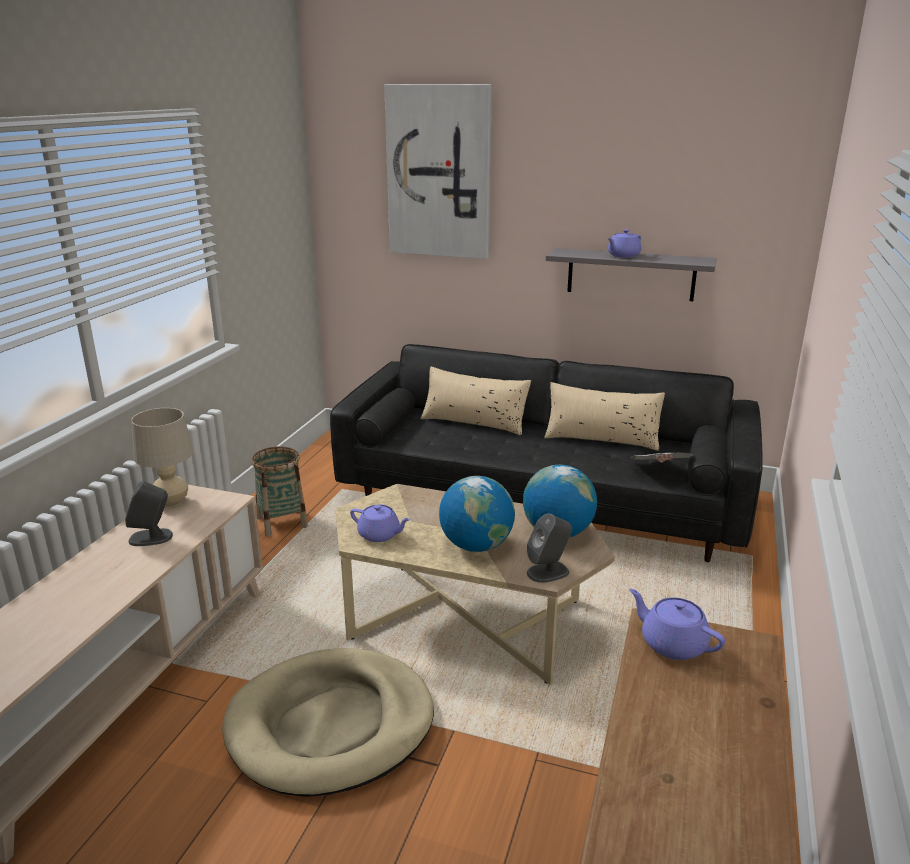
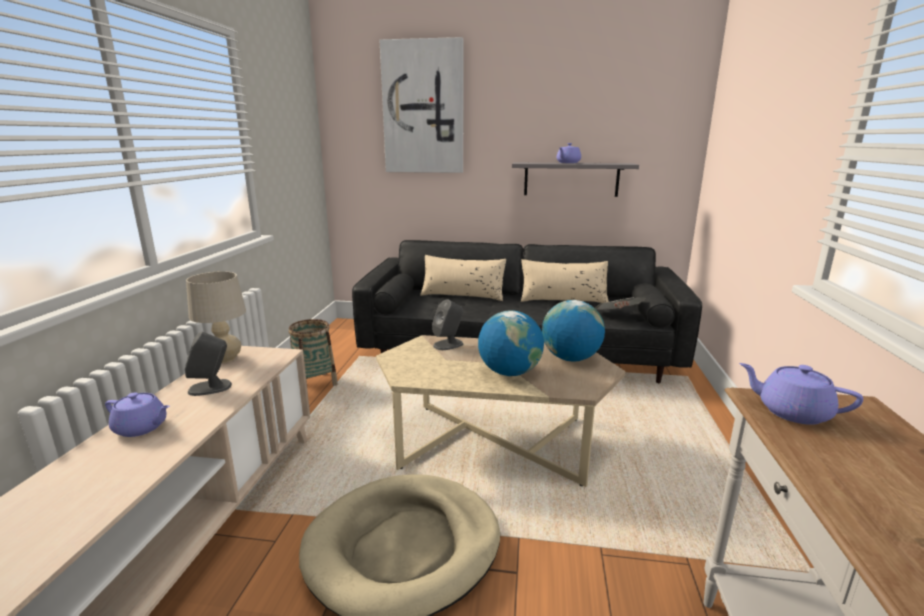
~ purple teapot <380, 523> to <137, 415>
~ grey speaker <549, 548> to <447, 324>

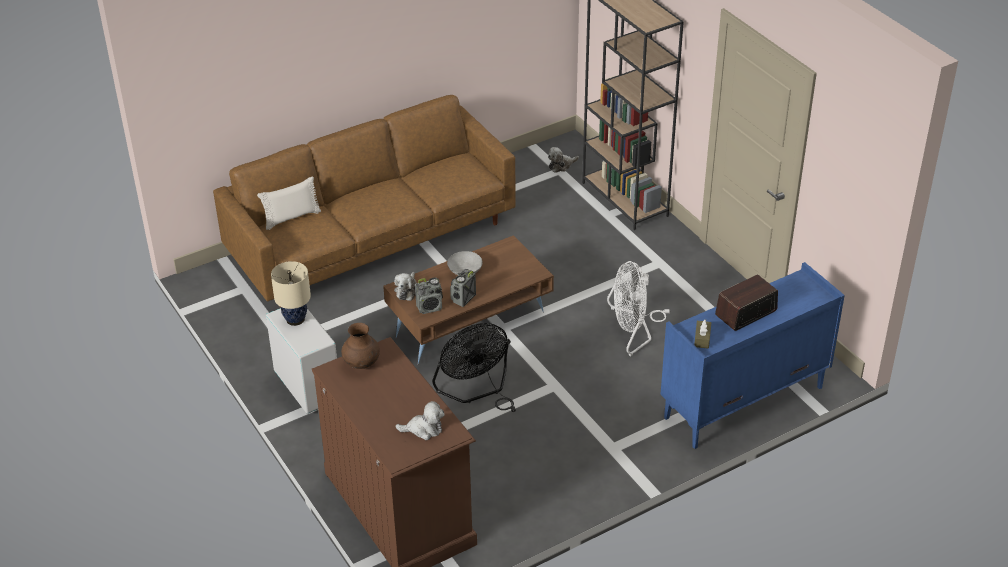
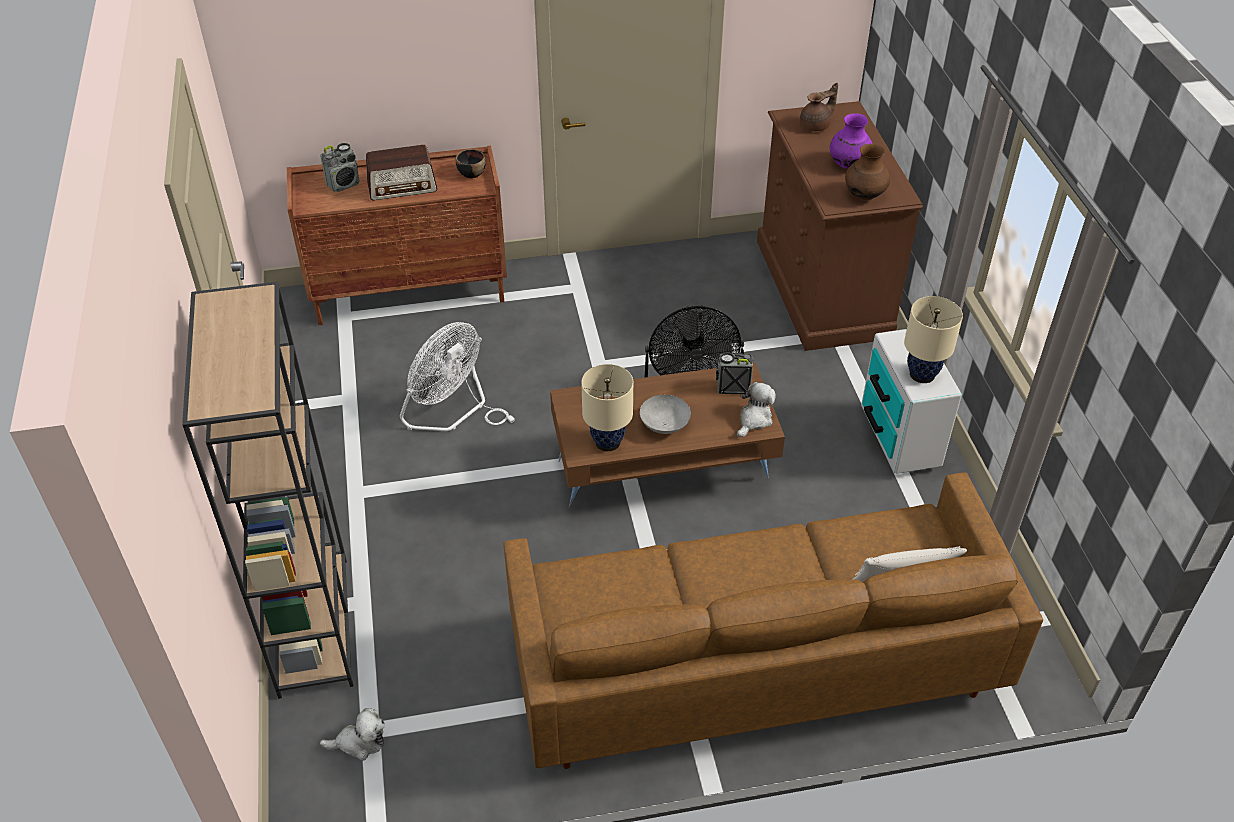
~ blue cabinet <753, 355> to brown cabinet <397, 235>
~ radio <463, 288> to <340, 167>
~ white fan <639, 309> = <457, 376> 150 degrees counterclockwise
~ brown tissue box <702, 334> to black bowl <471, 163>
+ beige table lamp <607, 407>
~ plush toy <420, 420> to brown teapot <819, 106>
+ purple vase <851, 141>

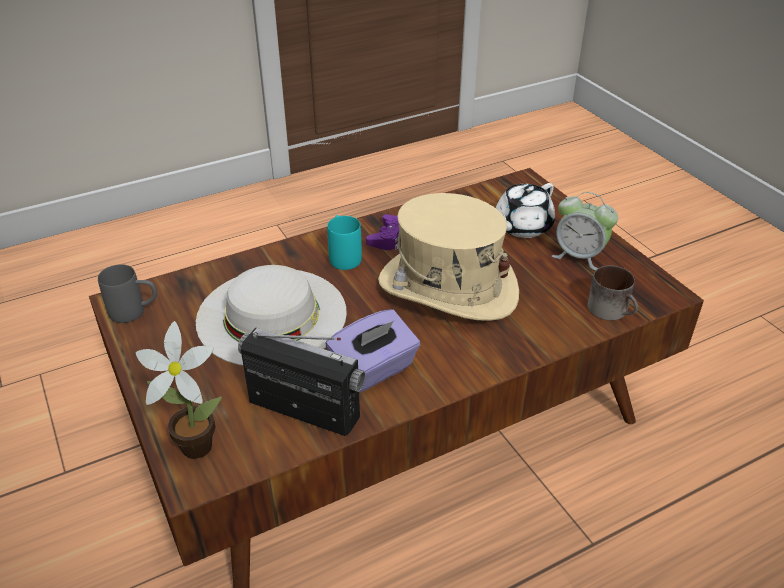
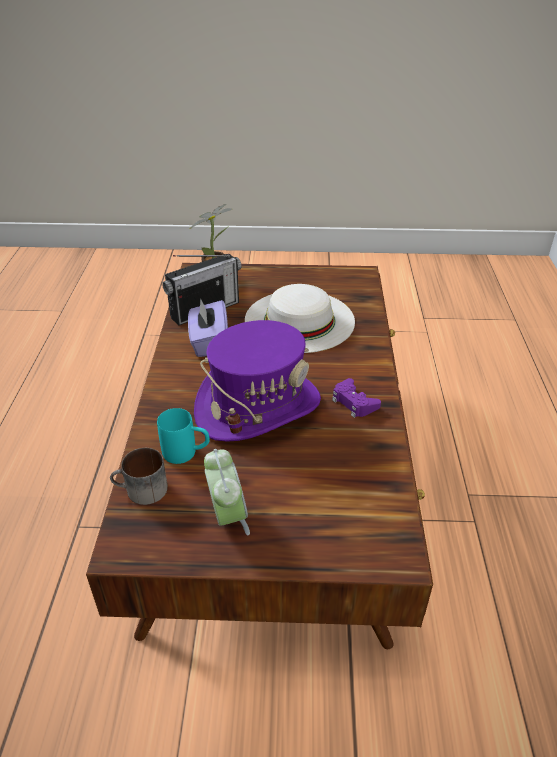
~ turquoise mug <344, 242> to <183, 436>
~ beige hat <448, 257> to purple hat <257, 381>
~ alarm clock <585, 231> = <227, 492> 105 degrees clockwise
- grey mug <127, 293>
- white teapot <525, 210>

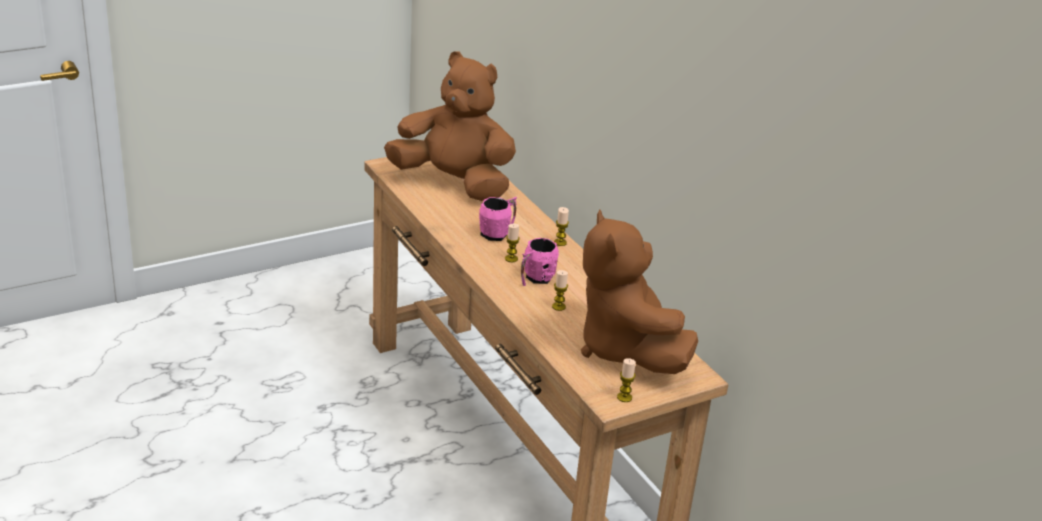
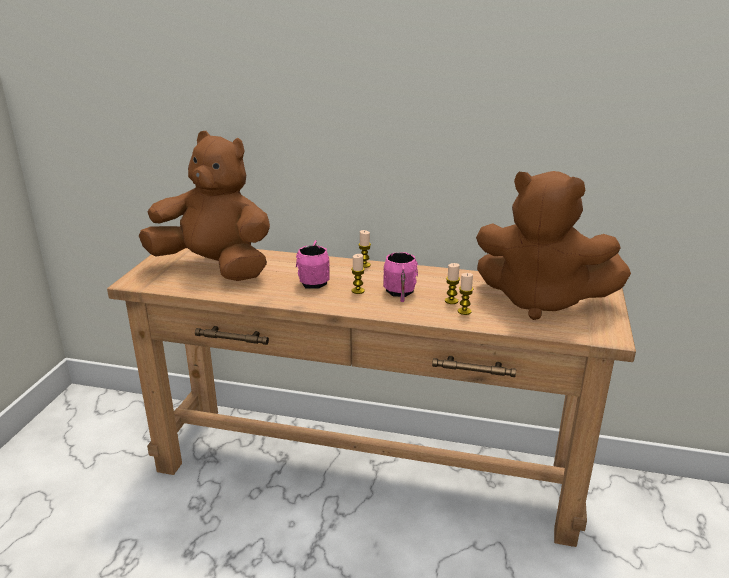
~ brown plush toy <450, 126> = <204, 206> 45 degrees clockwise
~ candle <626, 380> to <466, 294>

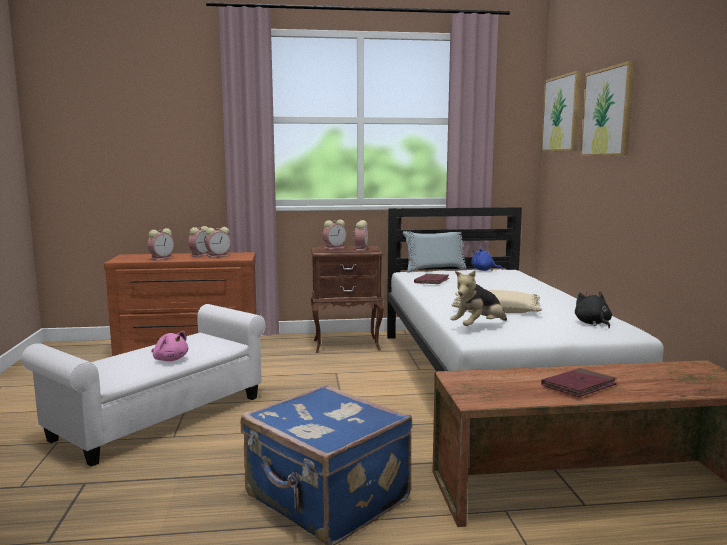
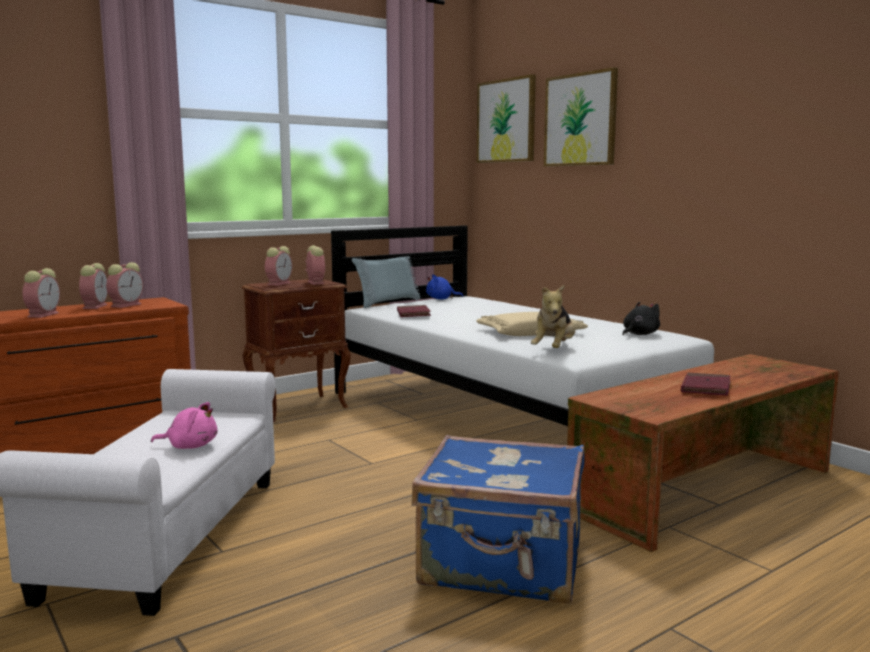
~ black plush toy <593, 309> = <641, 318> 90 degrees clockwise

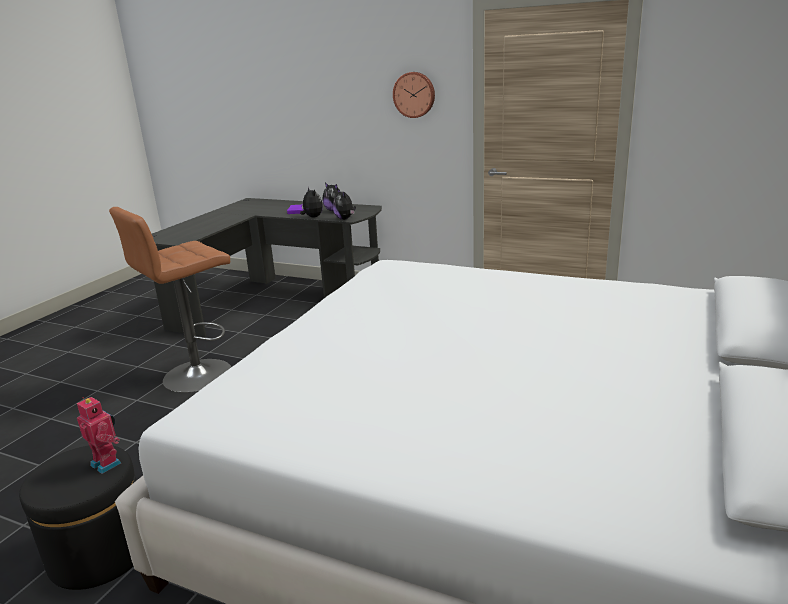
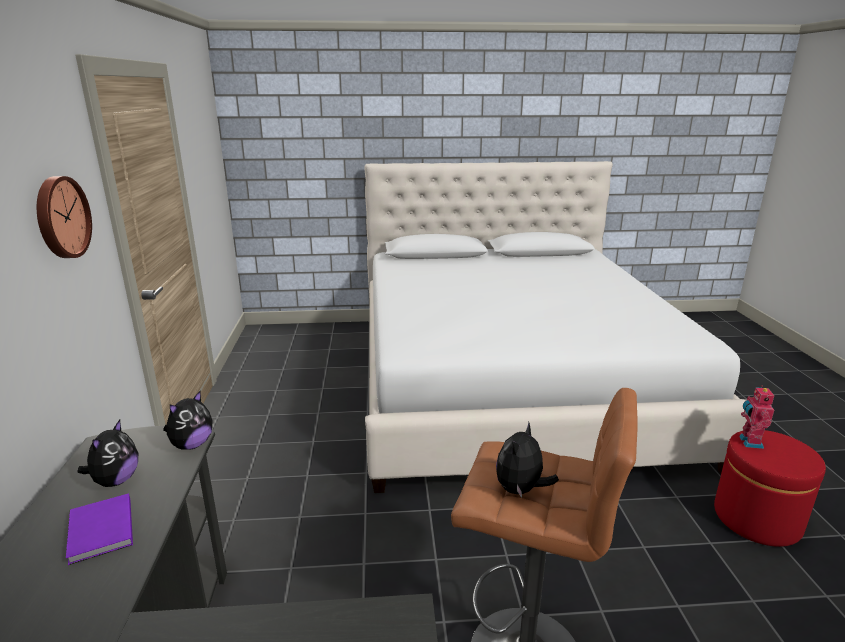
~ plush toy <311, 202> to <527, 460>
~ black ottoman <77, 518> to red ottoman <770, 488>

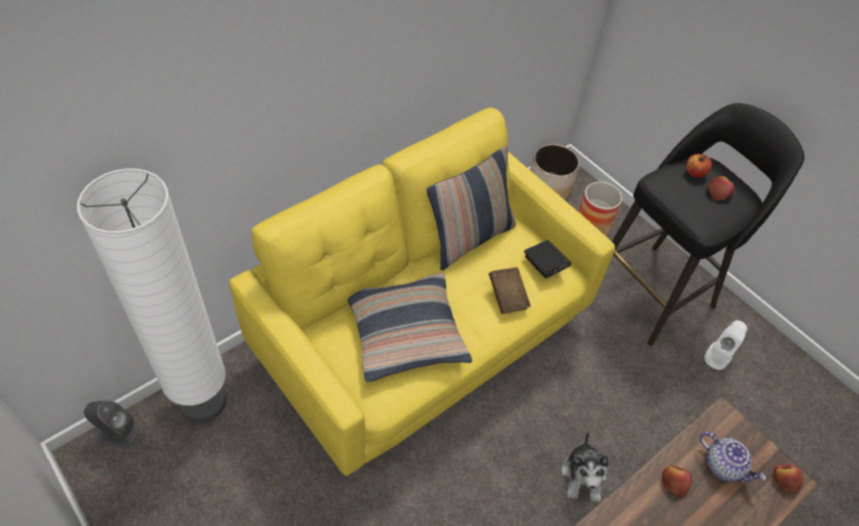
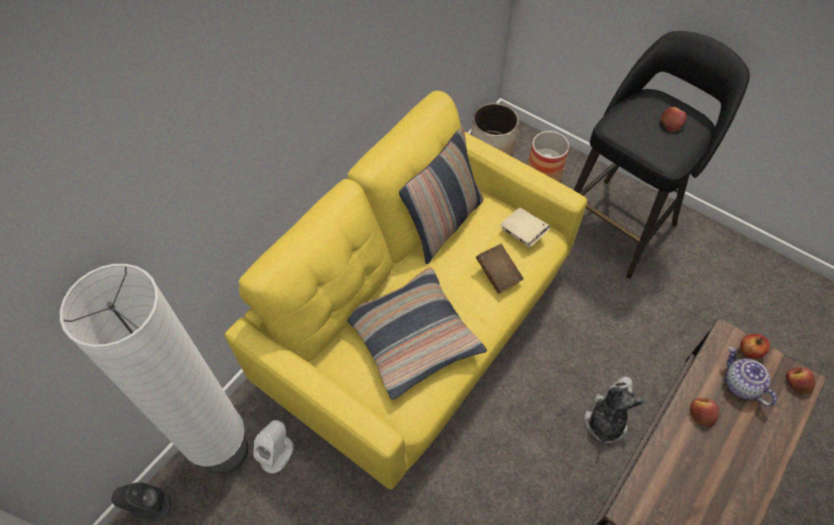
~ white speaker <725, 345> to <273, 447>
~ black book <547, 259> to beige book <525, 227>
~ plush toy <584, 466> = <615, 411> 150 degrees counterclockwise
~ teapot <733, 457> = <751, 376> 150 degrees counterclockwise
~ apple <699, 166> to <755, 346>

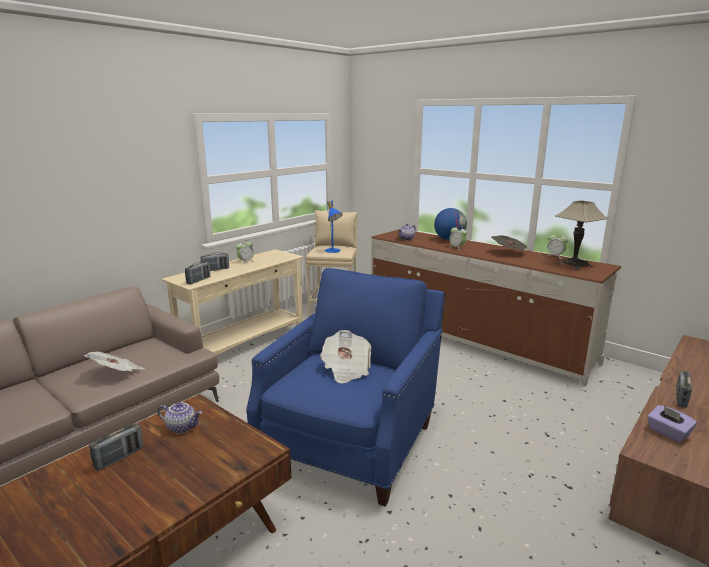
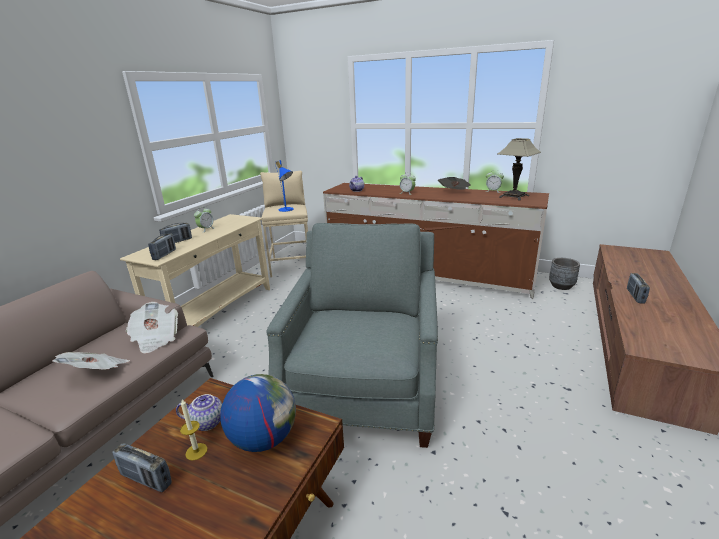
~ radio <116, 447> = <142, 467> 90 degrees clockwise
~ newspaper <345, 356> to <152, 328>
+ candle <194, 430>
~ globe <450, 224> to <258, 413>
~ blue armchair <345, 387> to grey armchair <352, 335>
+ grey planter <564, 274>
- purple tissue box <672, 424>

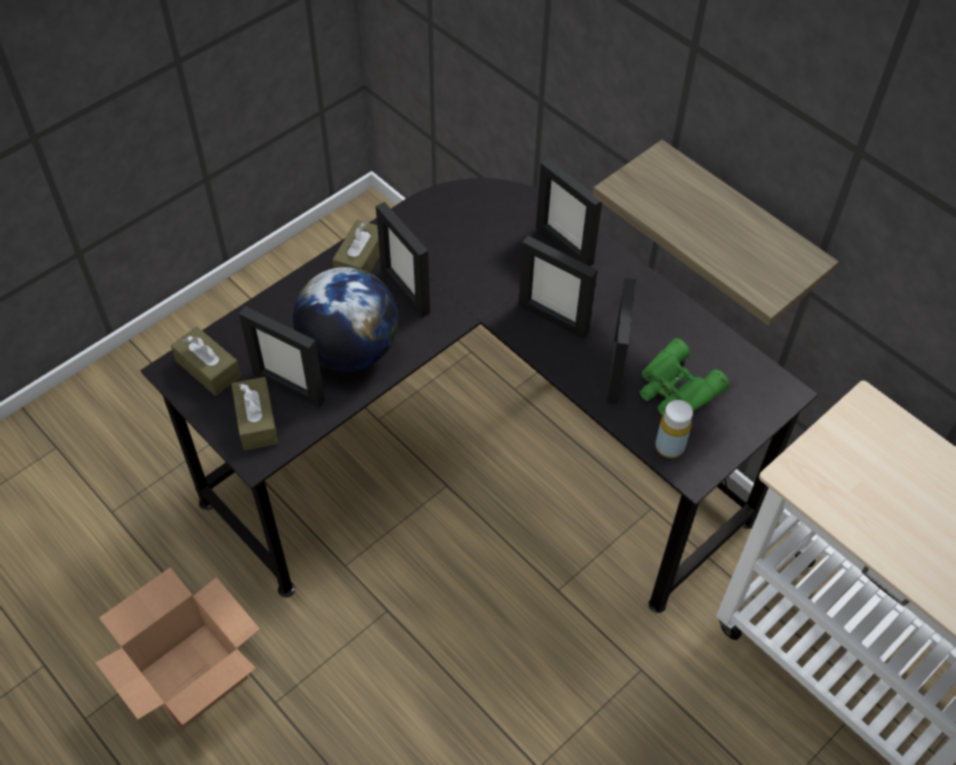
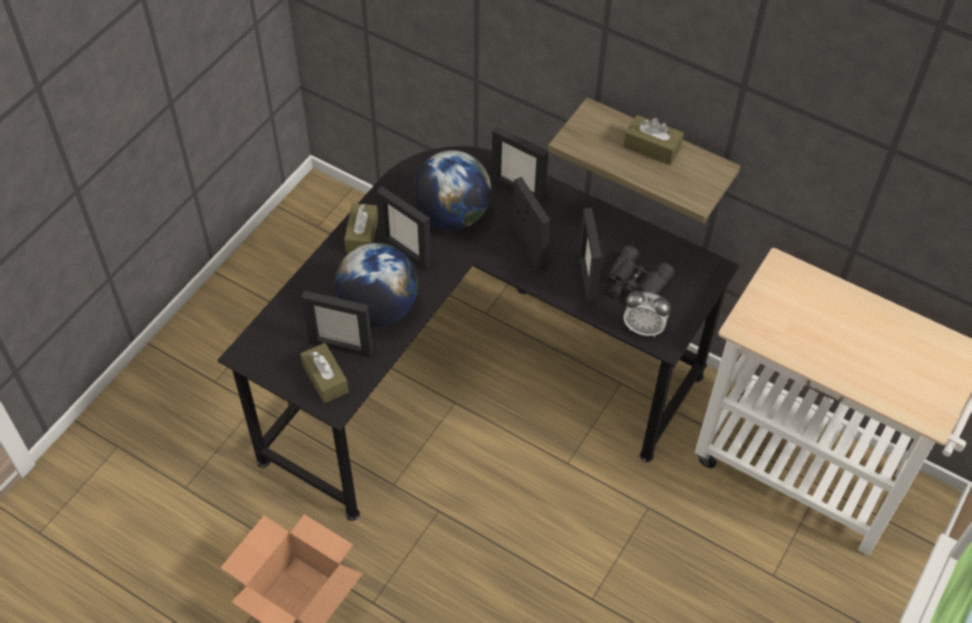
+ globe <452, 190>
~ picture frame <558, 287> = <531, 224> 135 degrees counterclockwise
~ green binoculars <684, 376> to black binoculars <641, 271>
~ brown tissue box <206, 361> to <654, 140>
~ yellow bottle <674, 429> to alarm clock <647, 314>

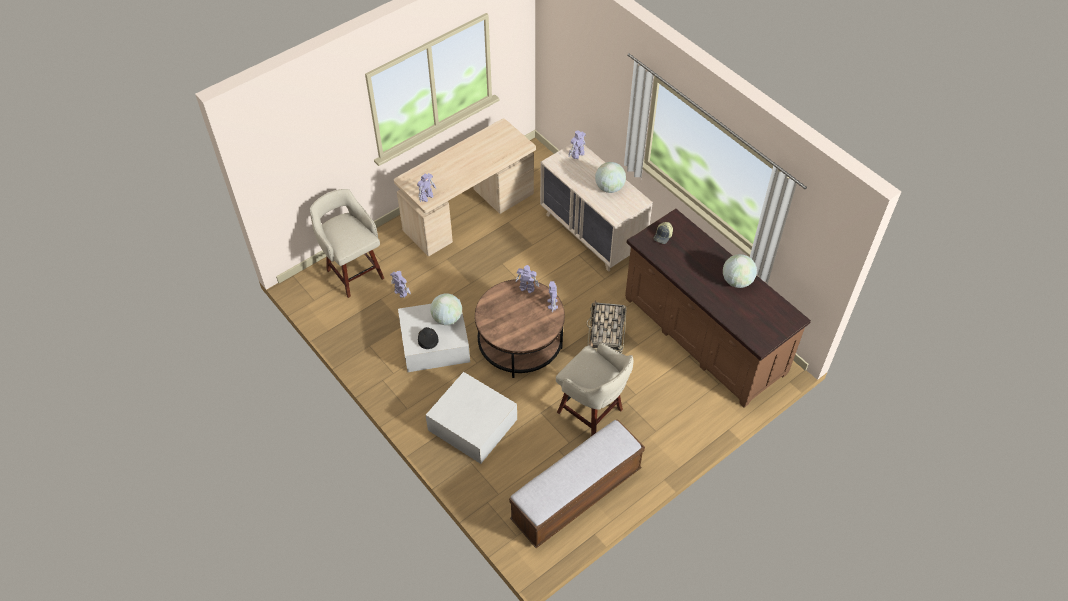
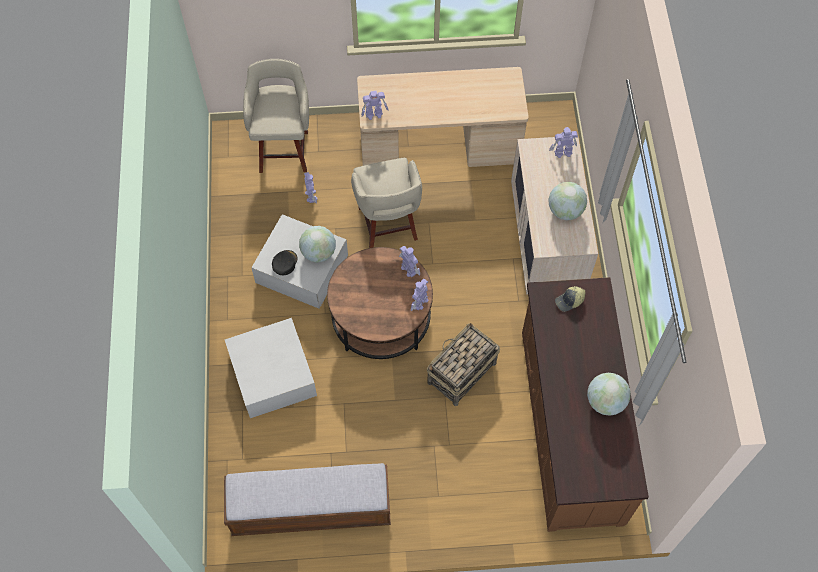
~ beige stool <595, 389> to <386, 203>

